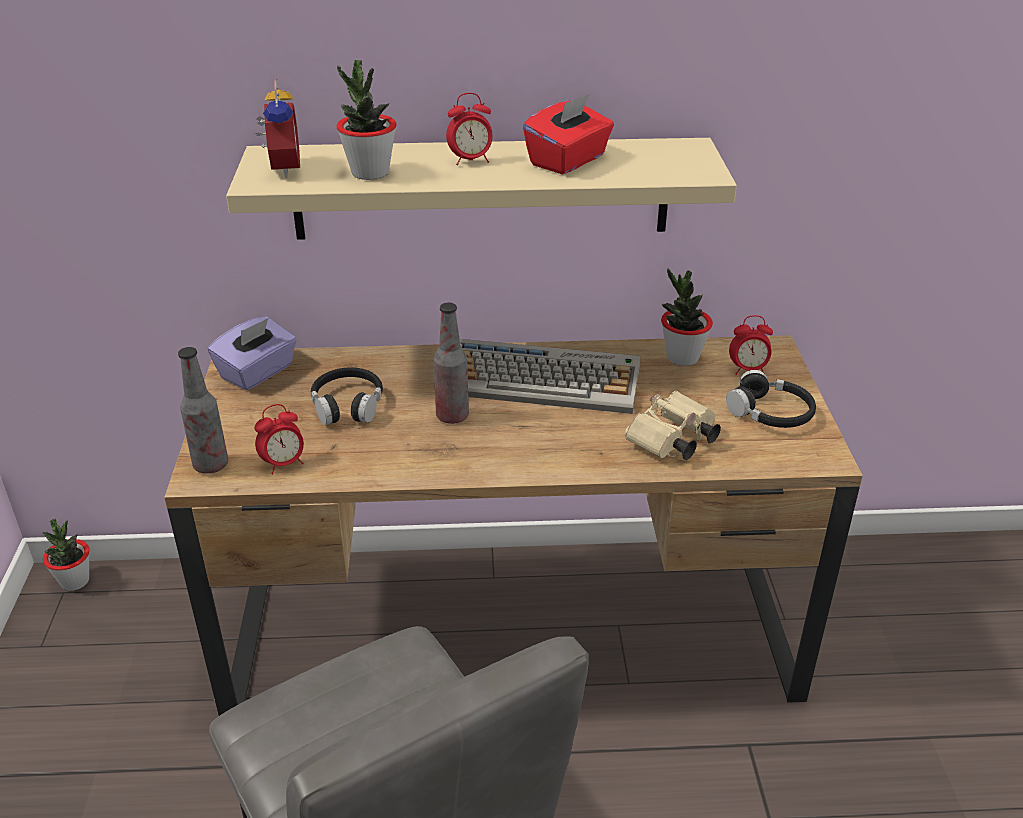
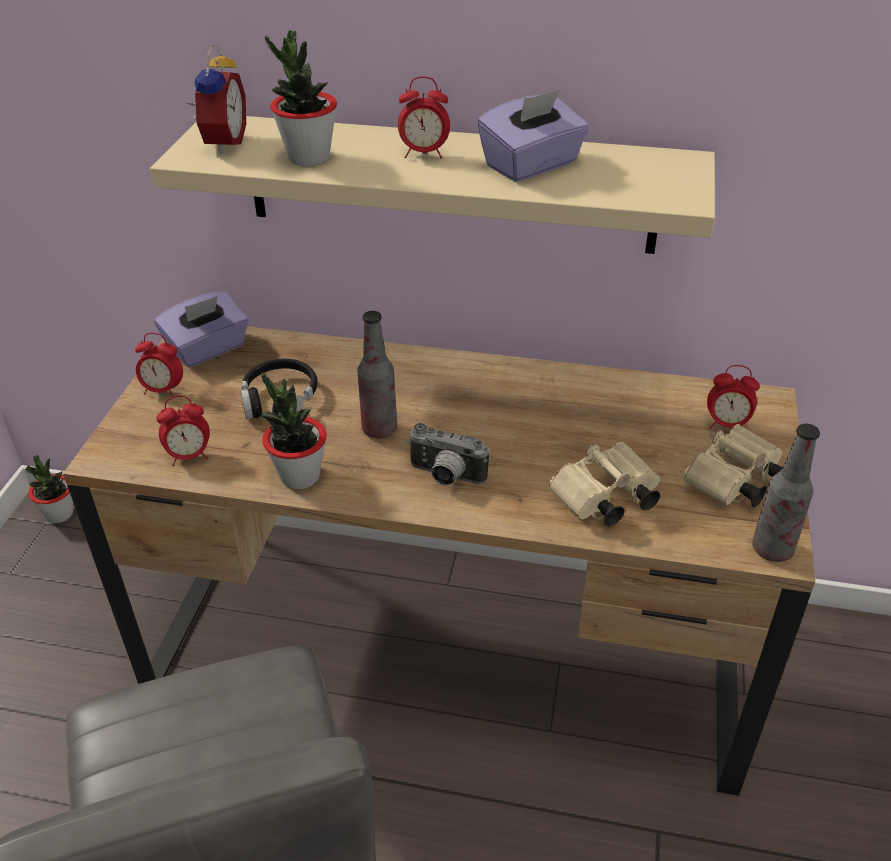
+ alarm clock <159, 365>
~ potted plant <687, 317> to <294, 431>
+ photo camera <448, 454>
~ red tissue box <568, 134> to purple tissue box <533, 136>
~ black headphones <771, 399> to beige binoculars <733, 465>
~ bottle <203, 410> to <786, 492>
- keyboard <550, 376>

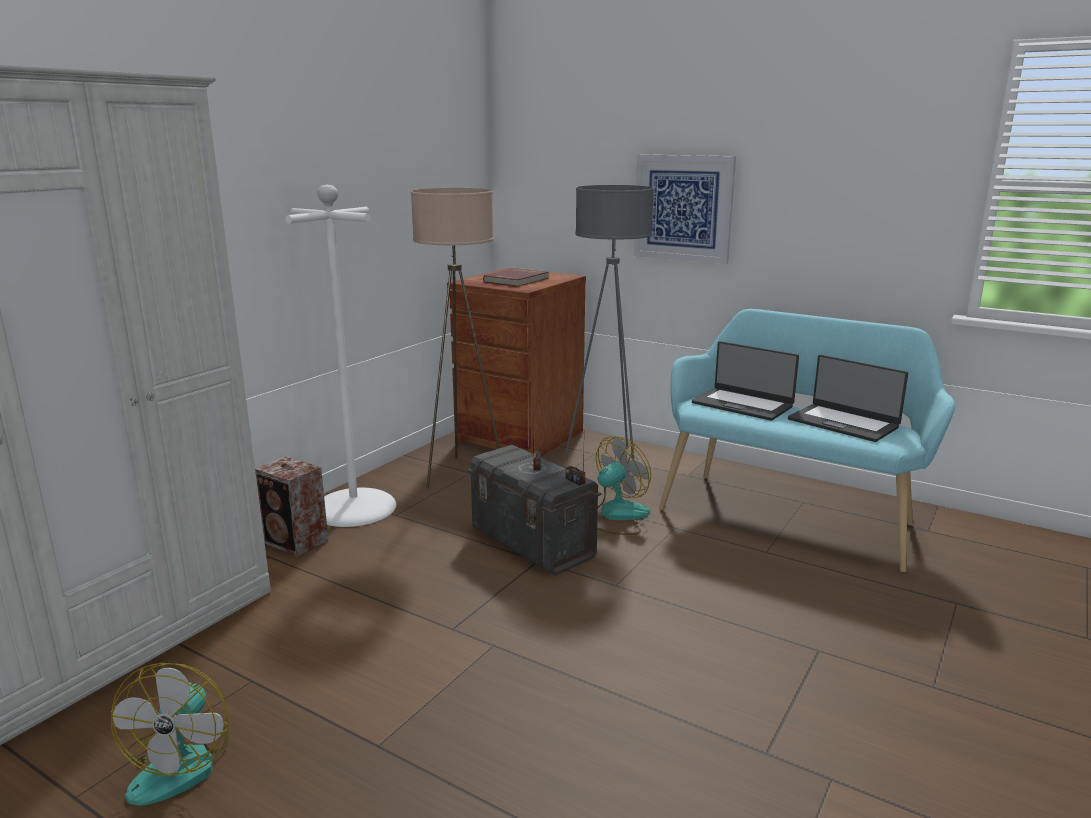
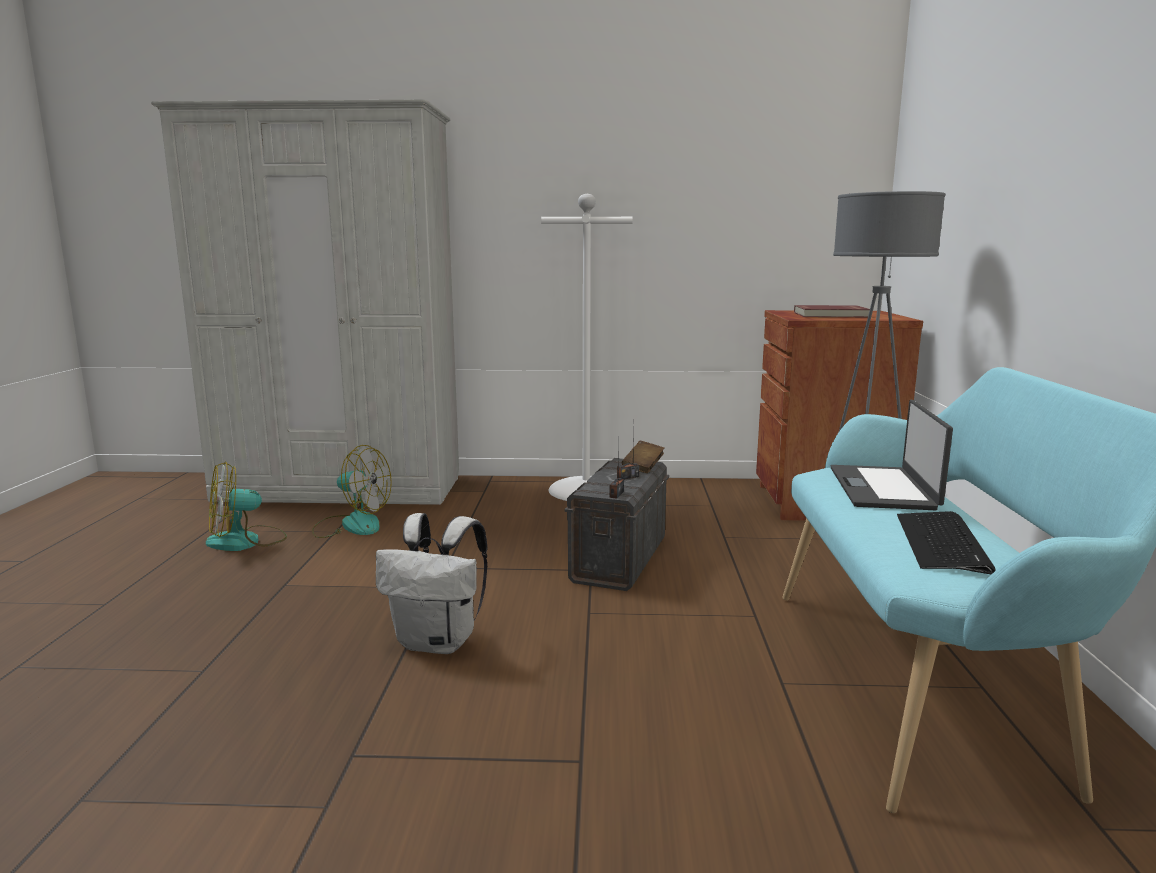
~ fan <623, 486> to <352, 491>
+ white backpack <431, 583>
+ brown book <643, 457>
~ laptop <848, 398> to keyboard <946, 542>
- speaker <291, 506>
- beige floor lamp <455, 338>
- picture <685, 209>

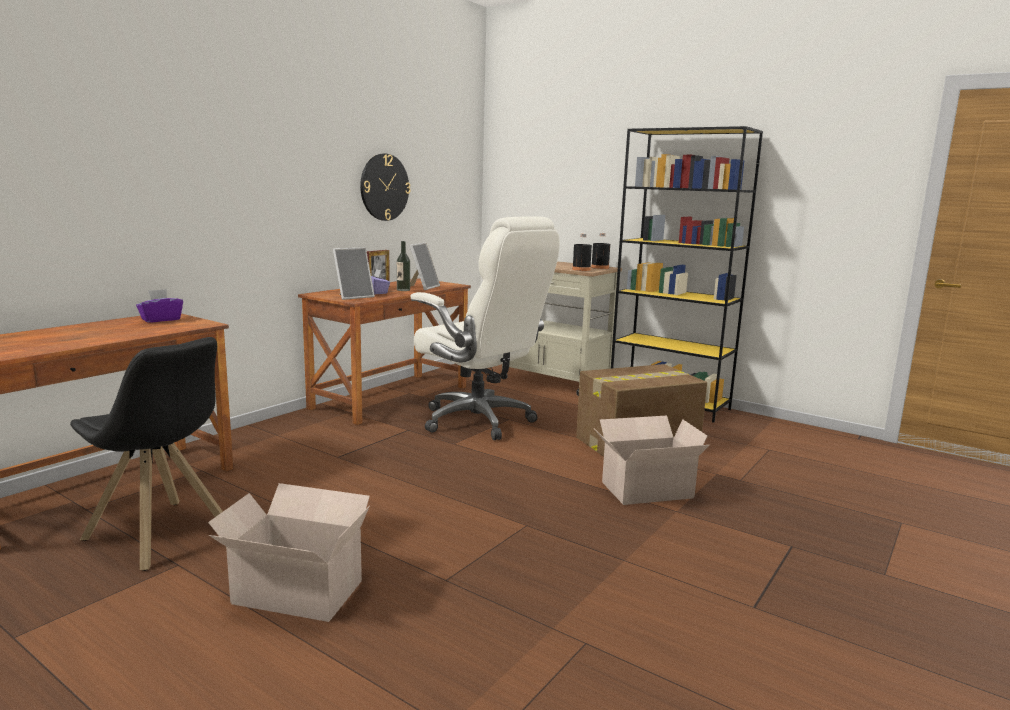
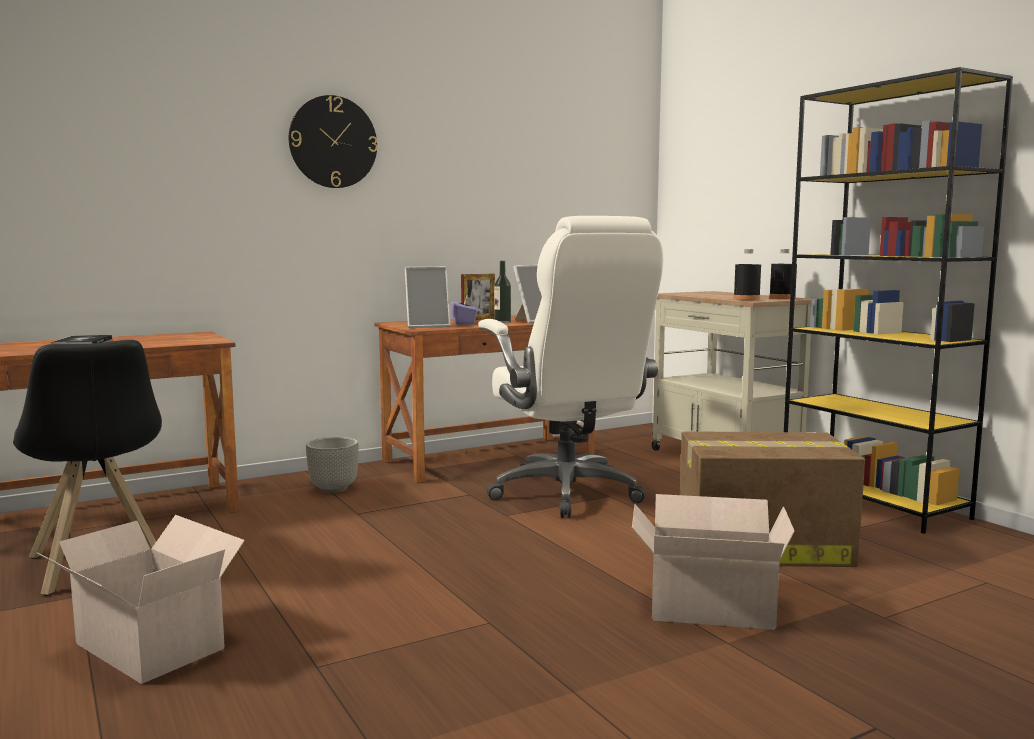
+ book <81, 339>
~ wall clock <385, 187> to <333, 141>
+ planter <332, 465>
- purple tissue box <159, 306>

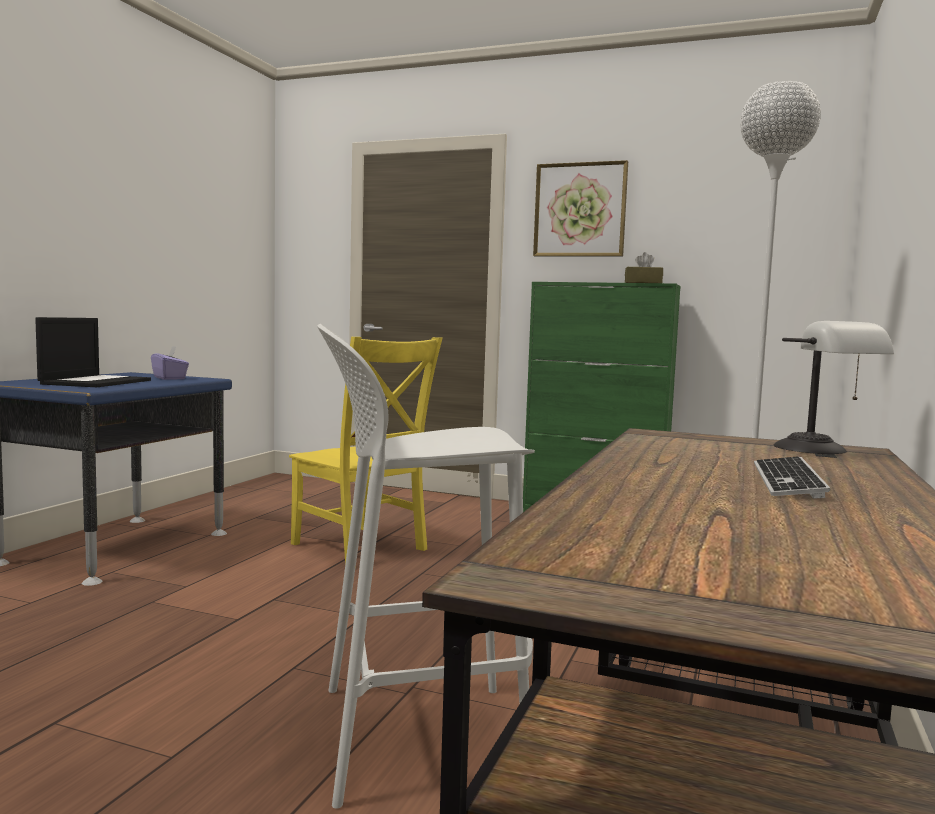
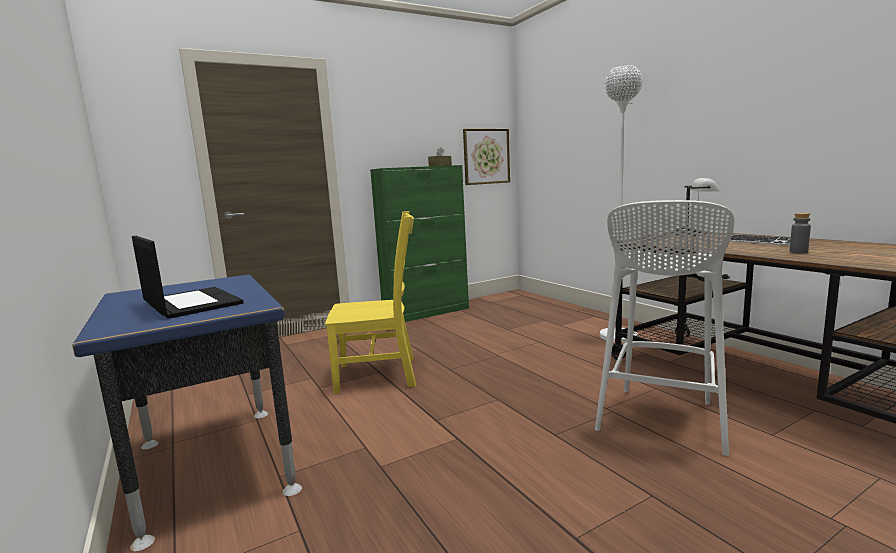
~ picture <580, 208> to <486, 157>
+ grey bottle <800, 233>
- purple tissue box <170, 363>

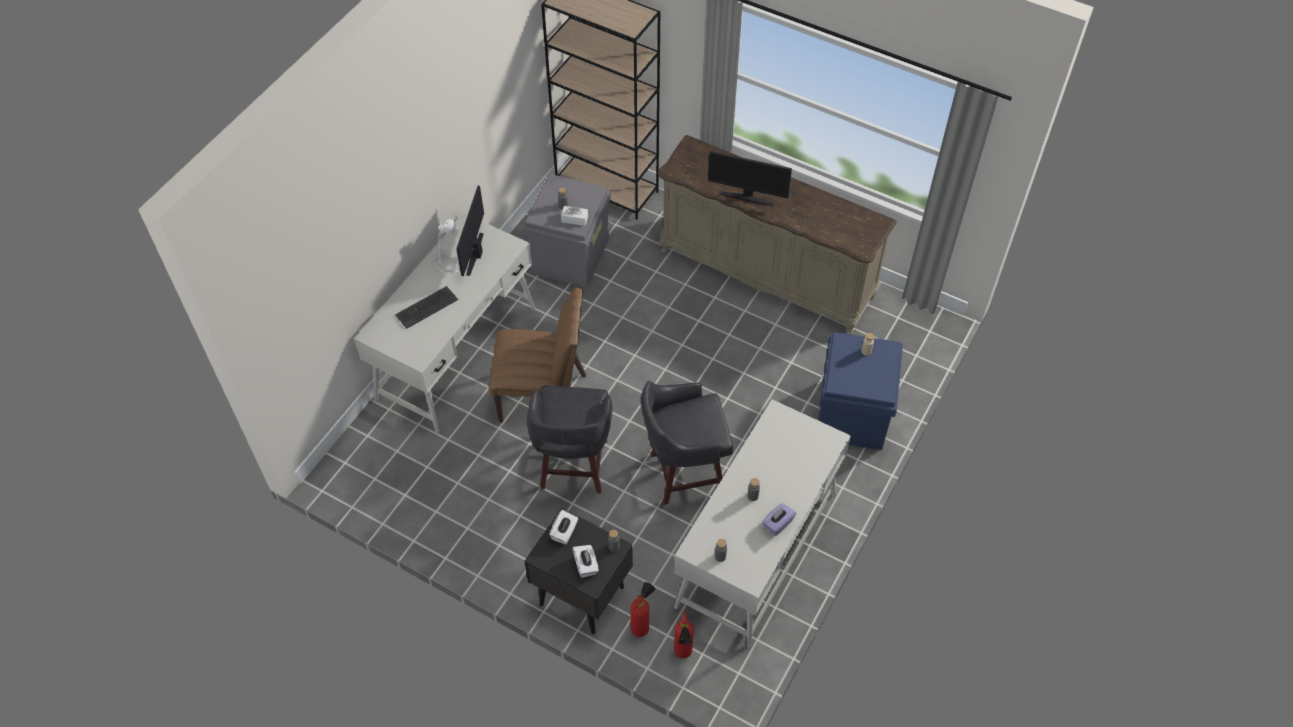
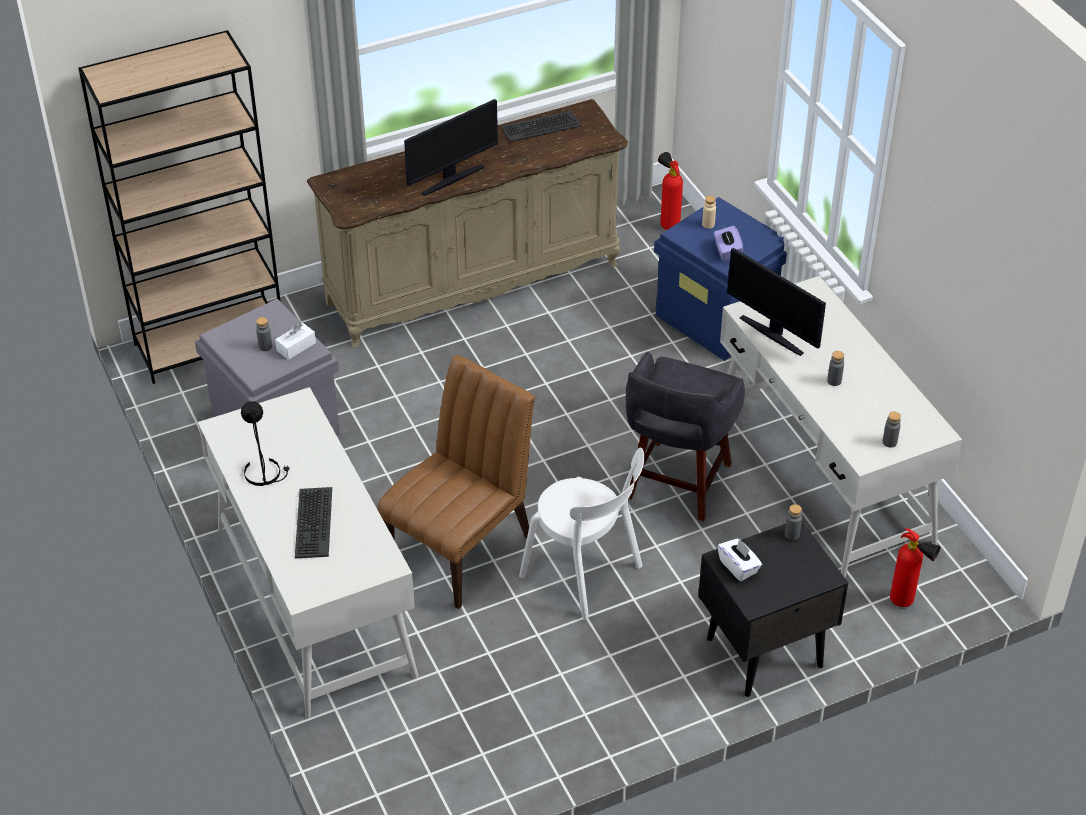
~ white table lamp <447, 247> to black table lamp <265, 443>
+ keyboard <541, 126>
~ grey stool <570, 440> to white chair <581, 533>
~ fire extinguisher <642, 609> to <670, 191>
~ purple tissue box <779, 519> to <728, 244>
~ monitor <470, 231> to <776, 302>
- white tissue box <586, 561>

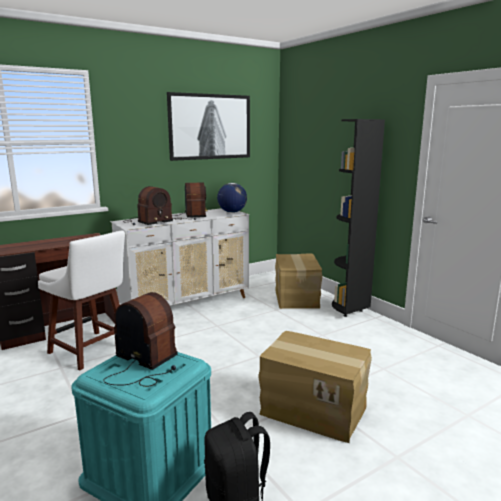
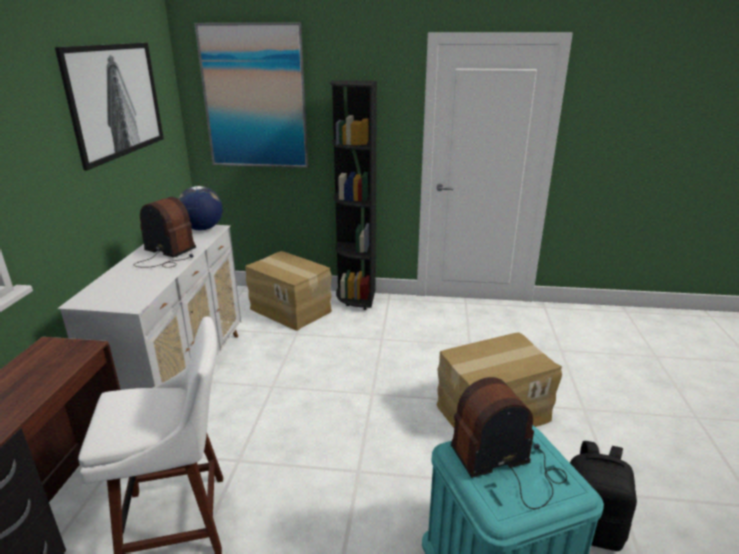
+ picture <251, 95>
- radio <148, 205>

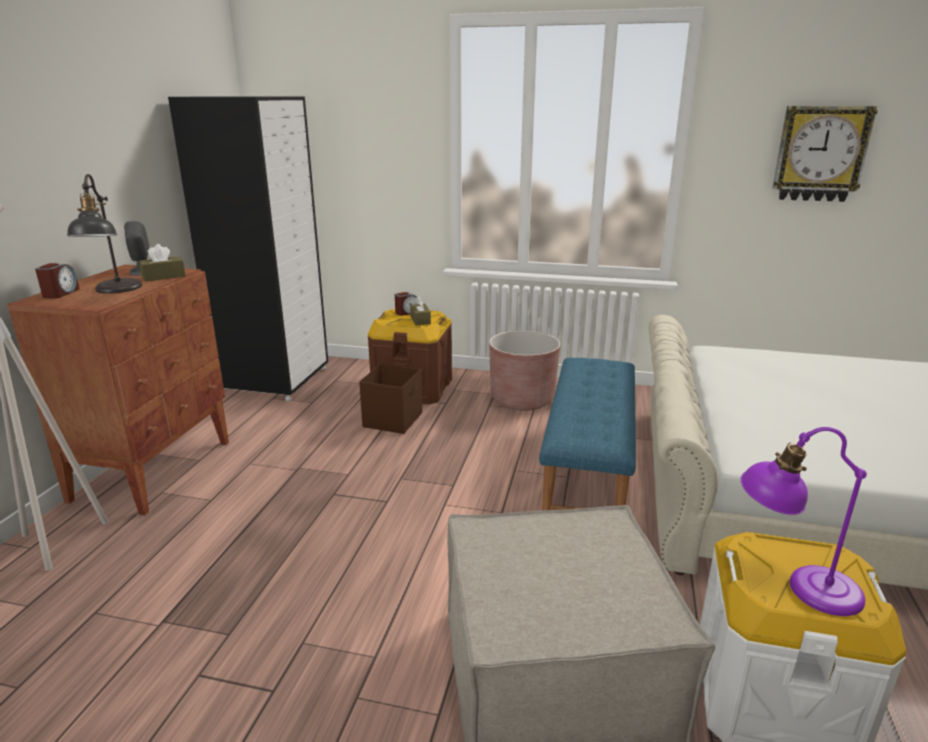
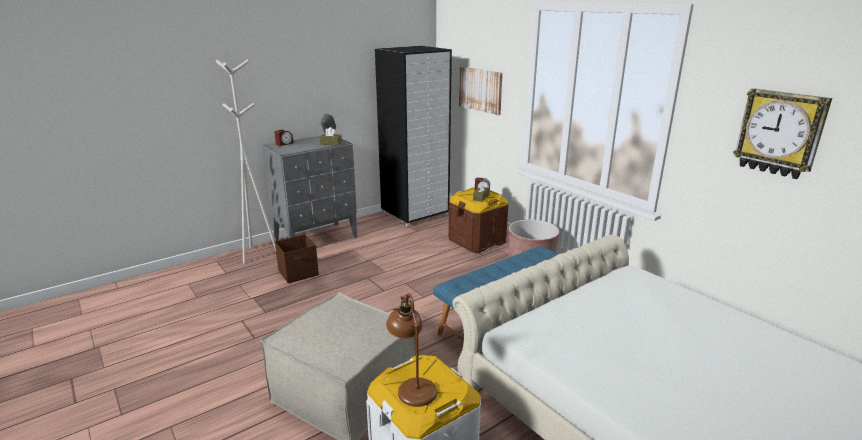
~ brown dresser <118, 390> to grey dresser <309, 188>
~ brown storage box <390, 399> to <297, 258>
~ purple table lamp <803, 521> to brown table lamp <411, 350>
+ picture <481, 91>
- grey table lamp <104, 234>

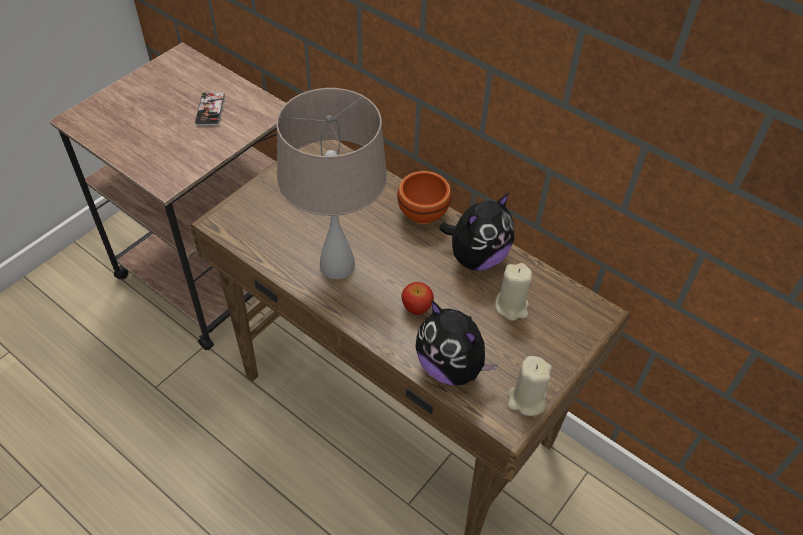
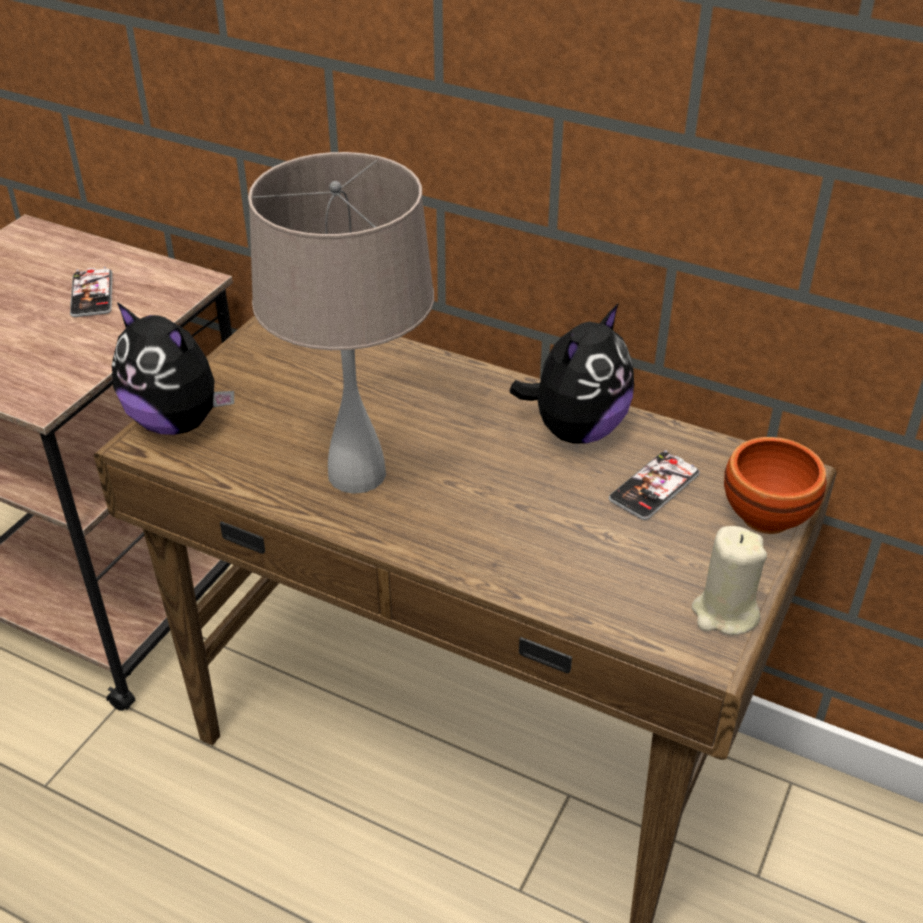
~ plush toy <456, 343> to <173, 368>
~ beige candle <513, 292> to phone <654, 485>
~ brown bowl <424, 197> to <775, 485>
- apple <417, 298>

